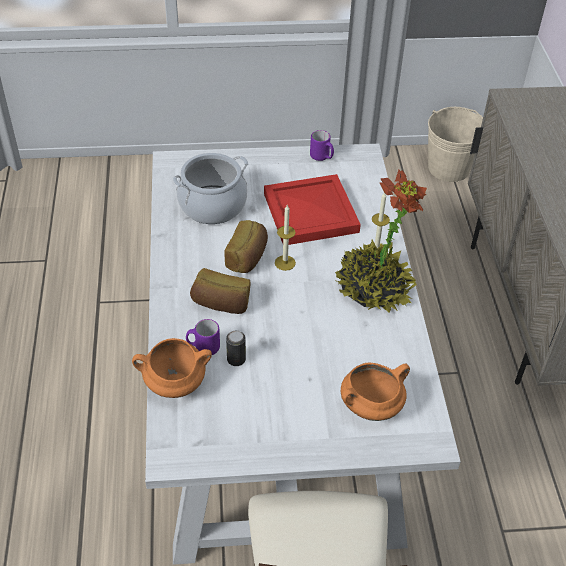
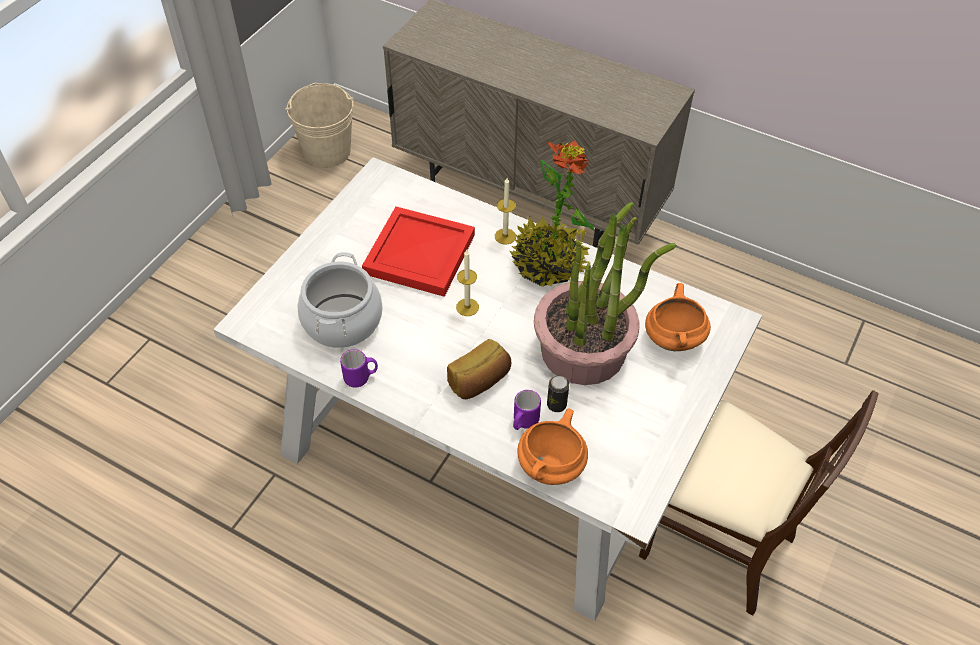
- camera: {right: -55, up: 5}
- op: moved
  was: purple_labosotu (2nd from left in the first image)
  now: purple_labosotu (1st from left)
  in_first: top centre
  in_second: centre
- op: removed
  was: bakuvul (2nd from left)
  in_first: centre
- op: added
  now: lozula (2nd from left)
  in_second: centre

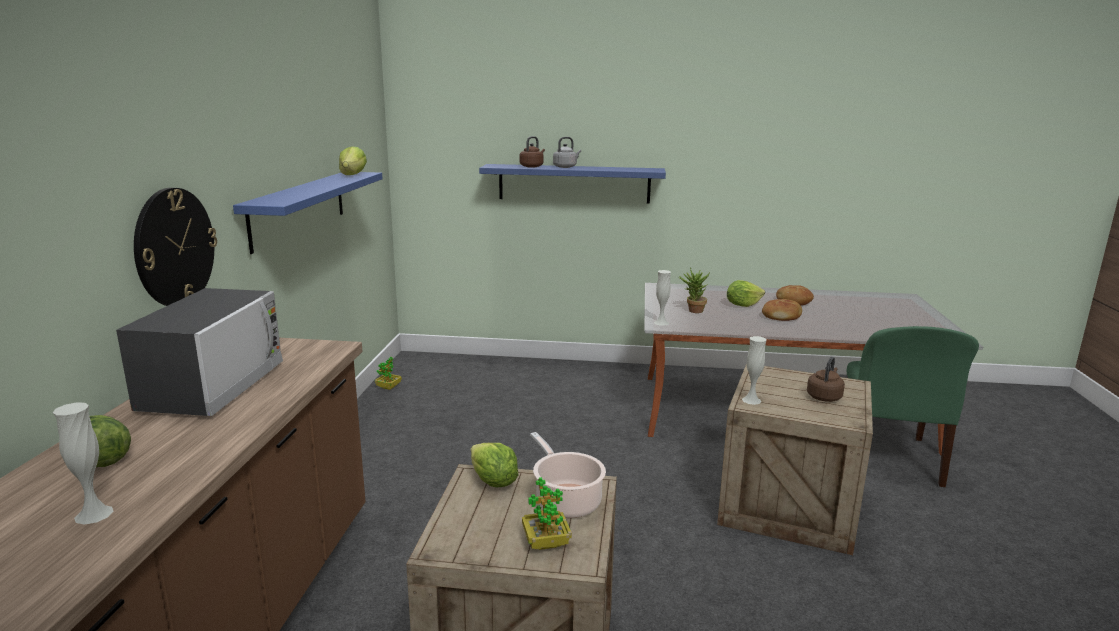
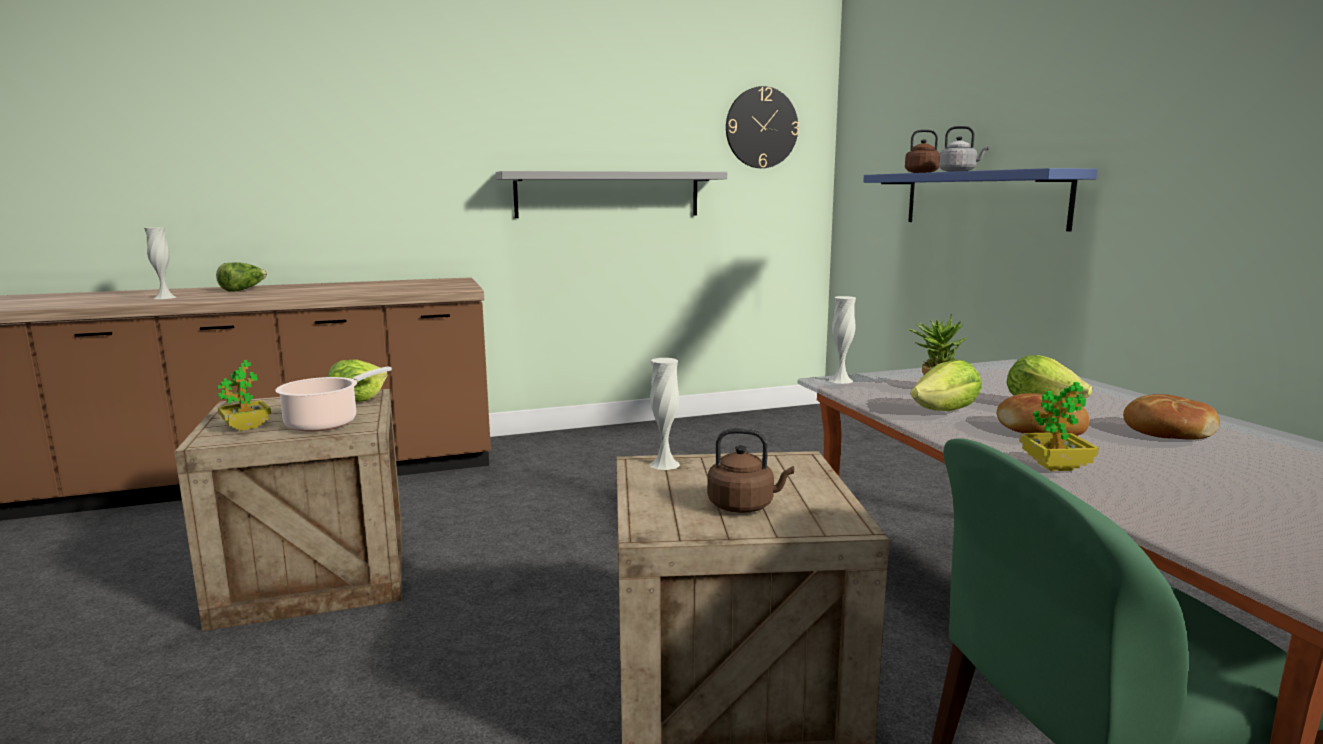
- camera: {right: 65, up: -5}
- op: moved
  was: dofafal (2nd from left in the first image)
  now: dofafal (3rd from left)
  in_first: top left
  in_second: middle right
- op: recoloured
  was: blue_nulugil (1st from left)
  now: grey_nulugil
  in_first: middle left
  in_second: top centre
- op: moved
  was: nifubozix
  in_first: middle left
  in_second: top centre
- op: removed
  was: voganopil
  in_first: middle left
- op: moved
  was: lozula (1st from left in the first image)
  now: lozula (3rd from left)
  in_first: centre
  in_second: middle right

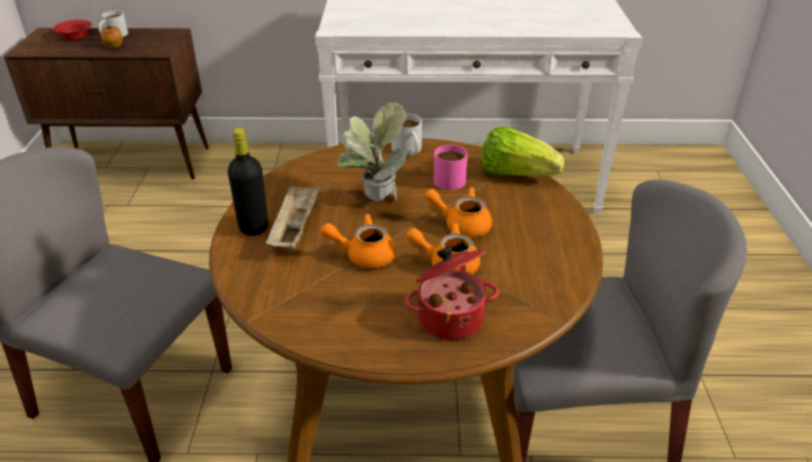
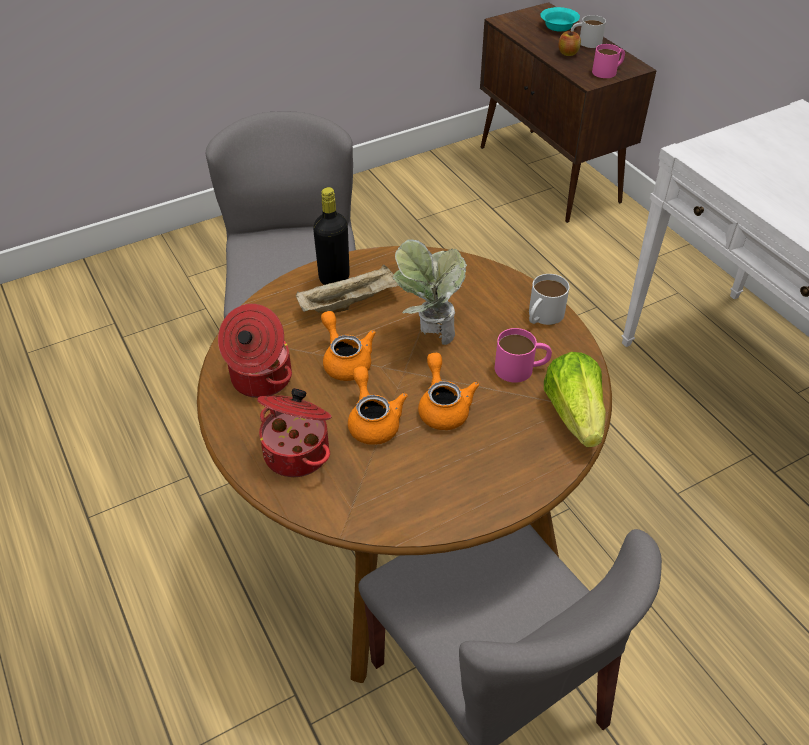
- camera: {right: 60, up: 10}
- op: recoloured
  was: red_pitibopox
  now: turquoise_pitibopox
  in_first: top left
  in_second: top right
- op: added
  now: pink_labosotu (2nd from left)
  in_second: top right
- op: added
  now: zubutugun (1st from left)
  in_second: middle left

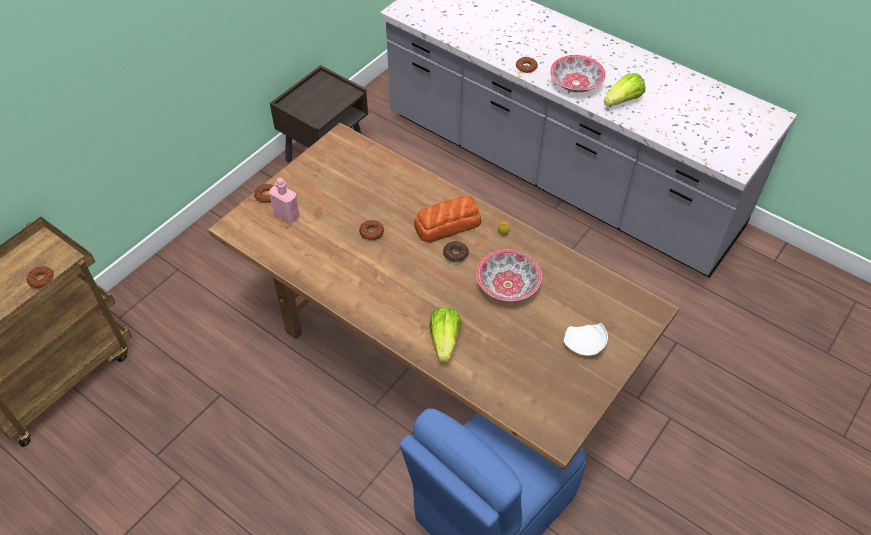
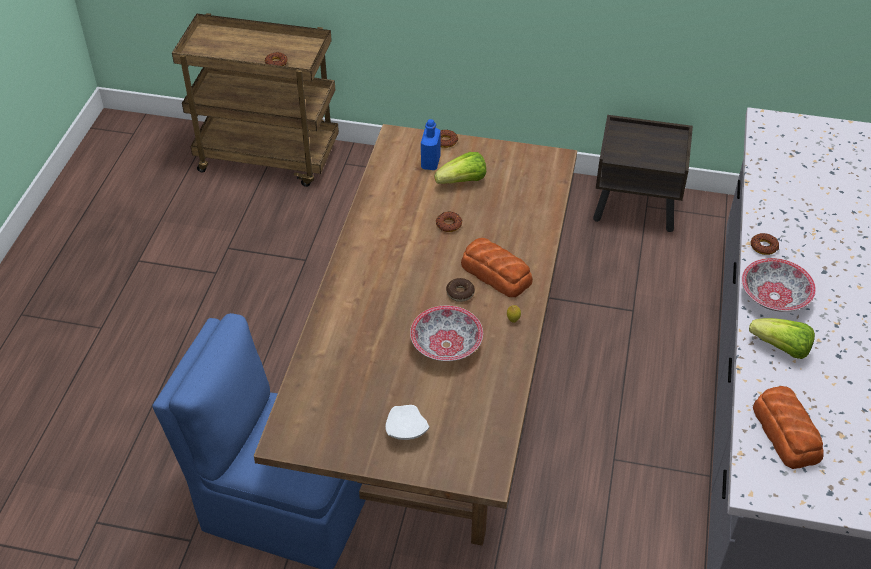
- camera: {right: 65, up: -5}
- op: recoloured
  was: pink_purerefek
  now: blue_purerefek
  in_first: middle left
  in_second: top centre
- op: moved
  was: dofafal (1st from left)
  in_first: centre
  in_second: top centre
- op: added
  now: bakuvul (2nd from left)
  in_second: bottom right

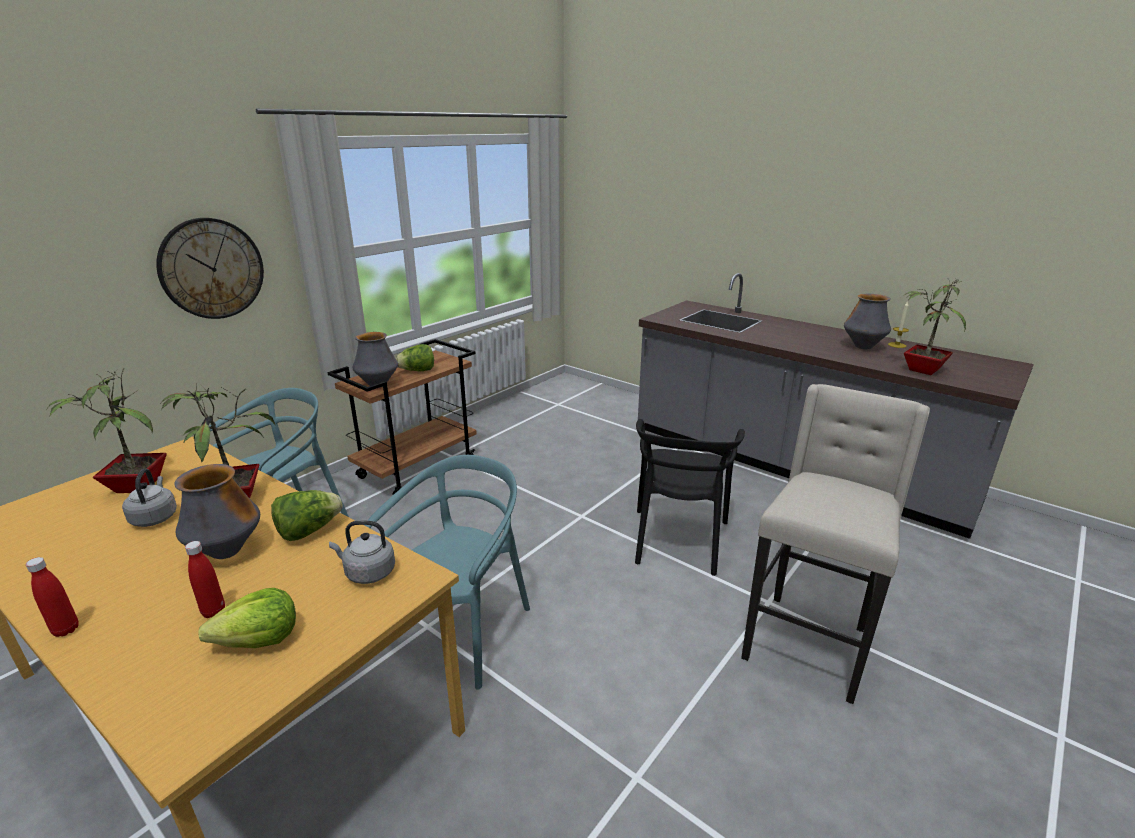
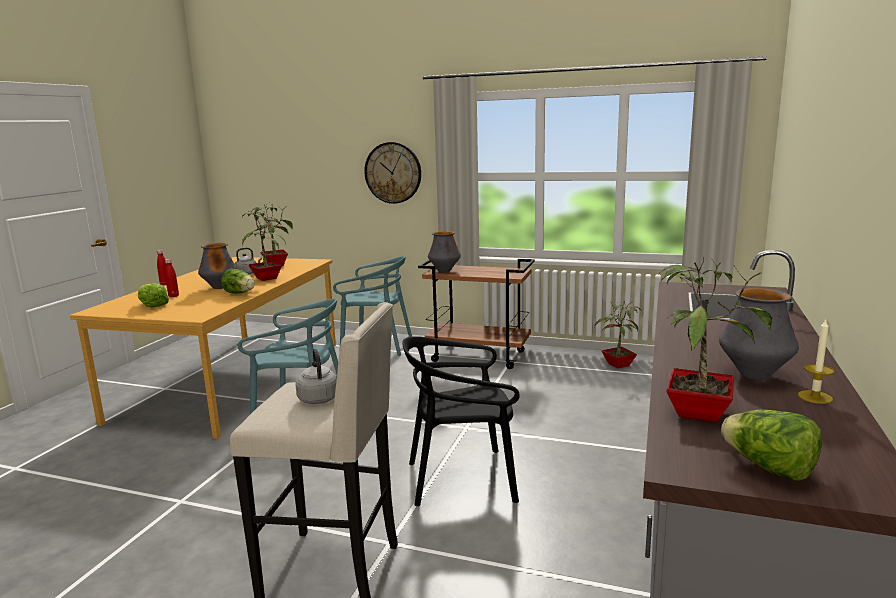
- camera: {right: 70, up: -10}
- op: moved
  was: dofafal (3rd from left)
  in_first: centre
  in_second: bottom right
- op: moved
  was: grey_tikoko (2nd from left)
  in_first: middle left
  in_second: centre
- op: added
  now: lozula (3rd from left)
  in_second: middle right

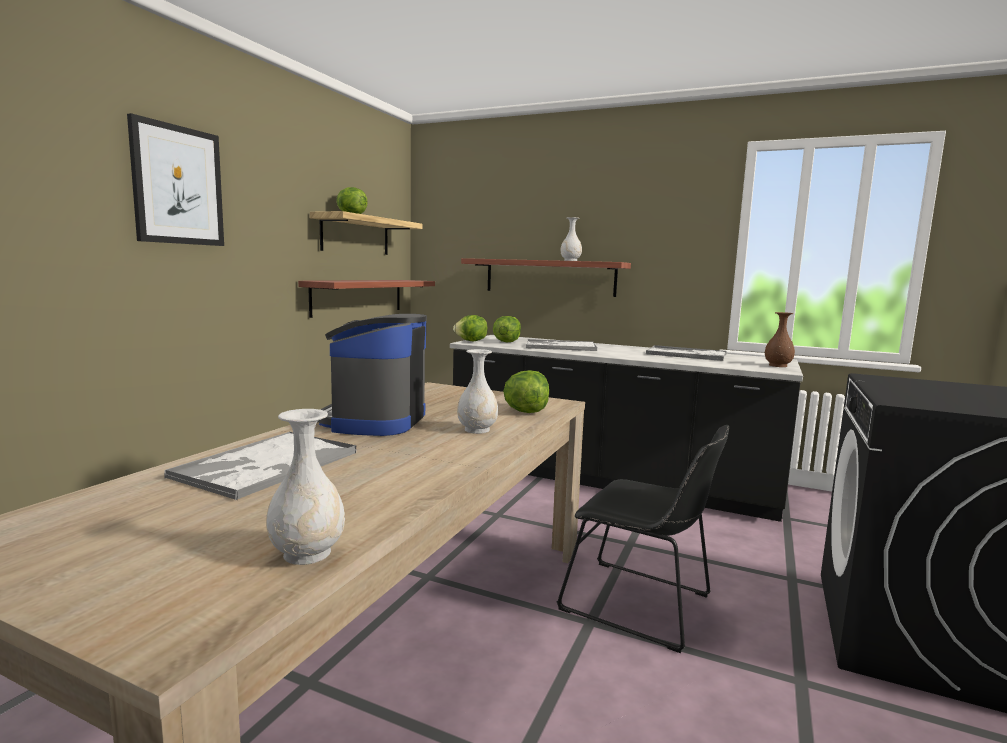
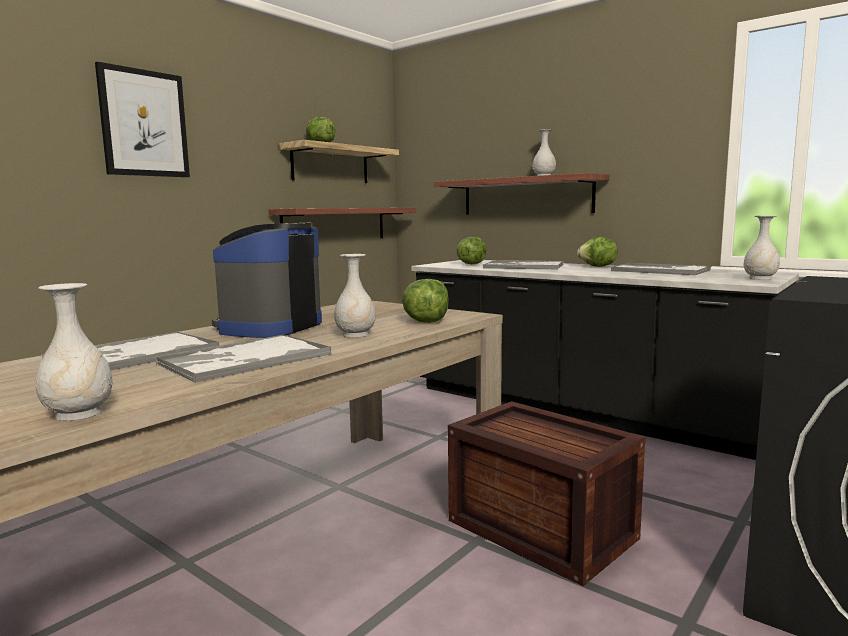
- camera: {right: 15, up: 0}
- op: recoloured
  was: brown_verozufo
  now: white_verozufo (4th from left)
  in_first: middle right
  in_second: middle right
- op: moved
  was: dofafal (2nd from left in the first image)
  now: dofafal (4th from left)
  in_first: centre
  in_second: middle right
- op: replaced
  was: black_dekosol
  now: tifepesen
  in_first: bottom centre
  in_second: bottom centre
- op: added
  now: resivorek (2nd from left)
  in_second: middle left

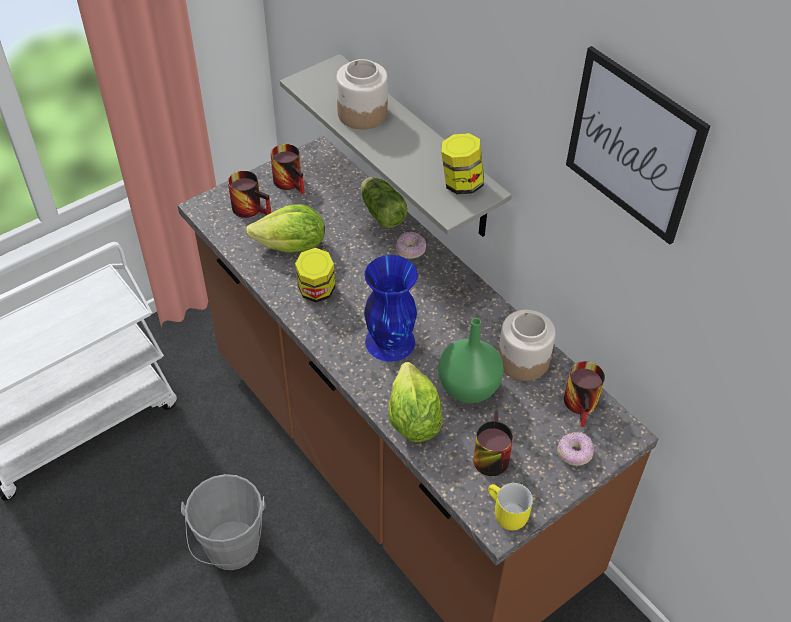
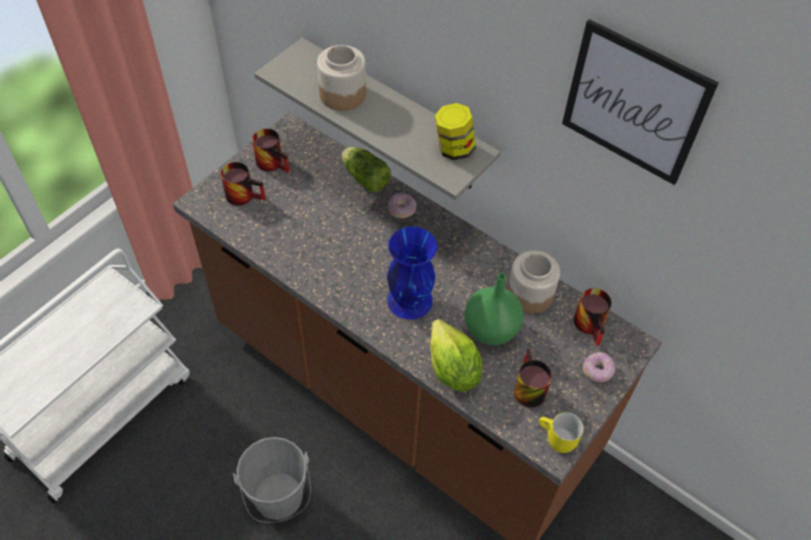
- camera: {right: -15, up: 5}
- op: removed
  was: dofafal (1st from left)
  in_first: centre
- op: removed
  was: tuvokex (1st from left)
  in_first: centre

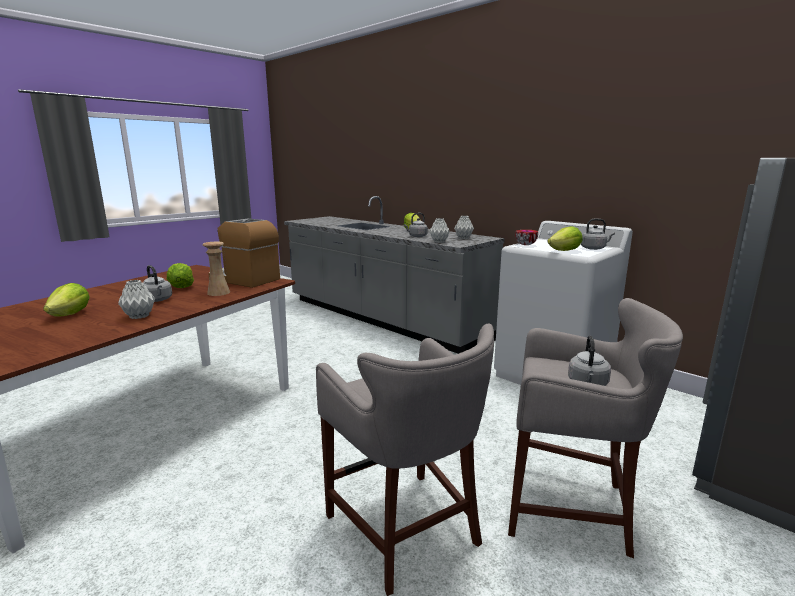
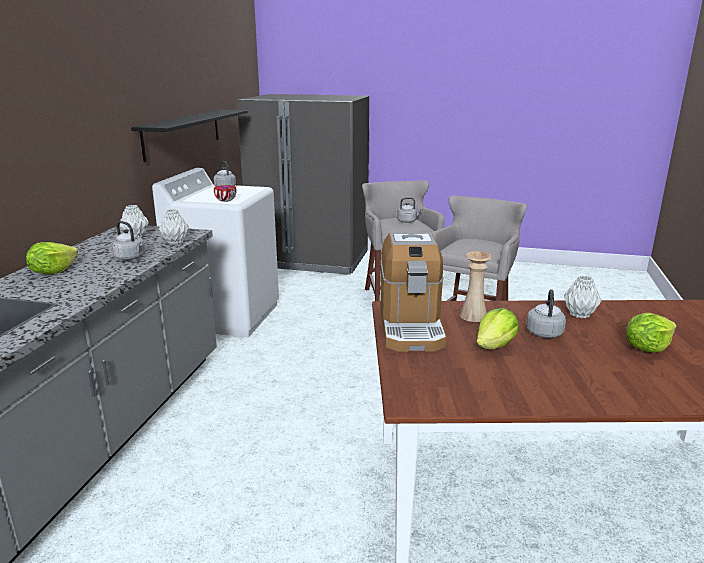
- camera: {right: -120, up: 5}
- op: removed
  was: dofafal (4th from left)
  in_first: middle right
- op: added
  now: black_nulugil
  in_second: top left

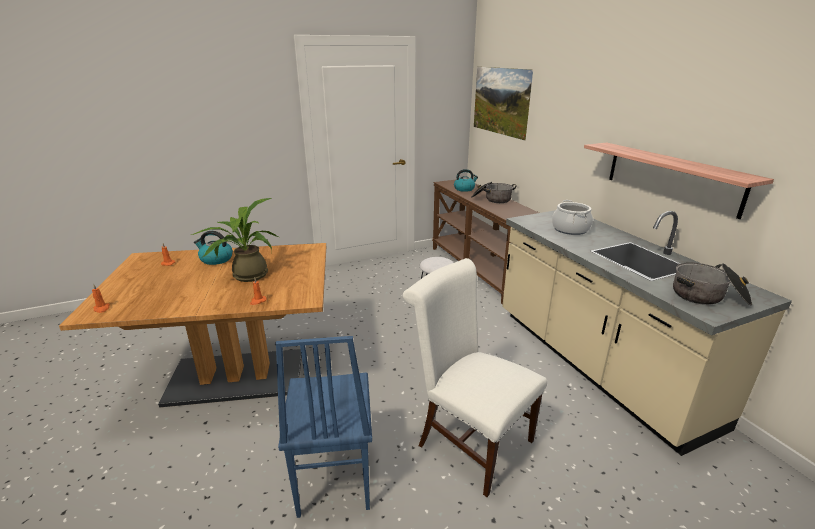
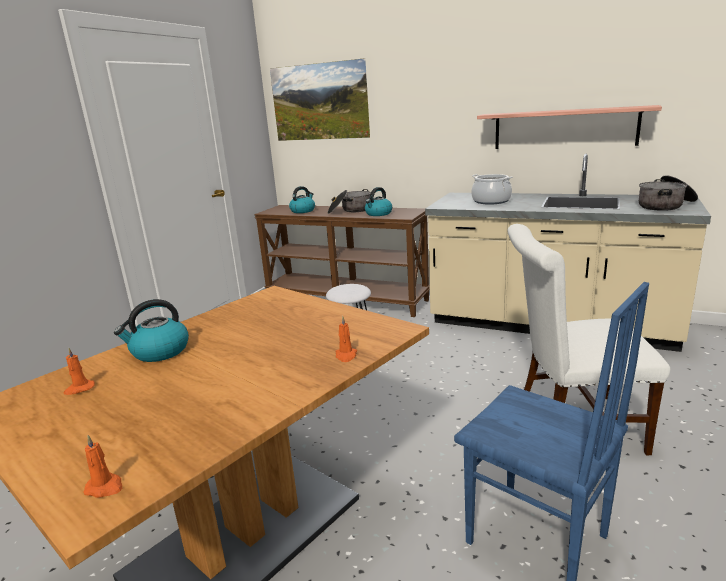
- camera: {right: -40, up: -5}
- op: removed
  was: lozula
  in_first: middle left
- op: added
  now: tikoko (3rd from left)
  in_second: centre

